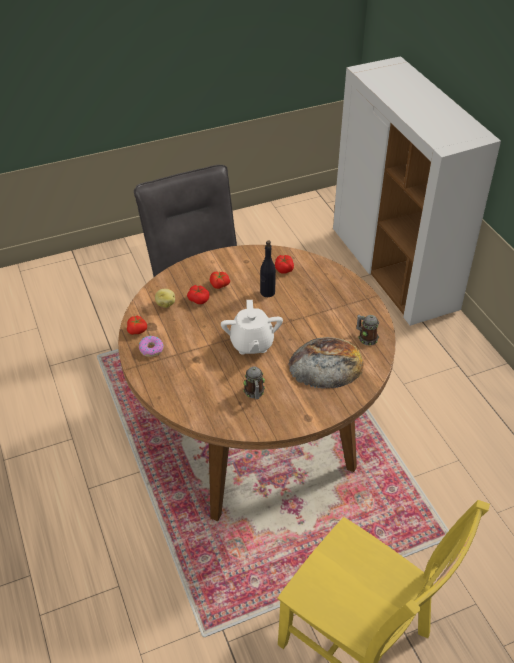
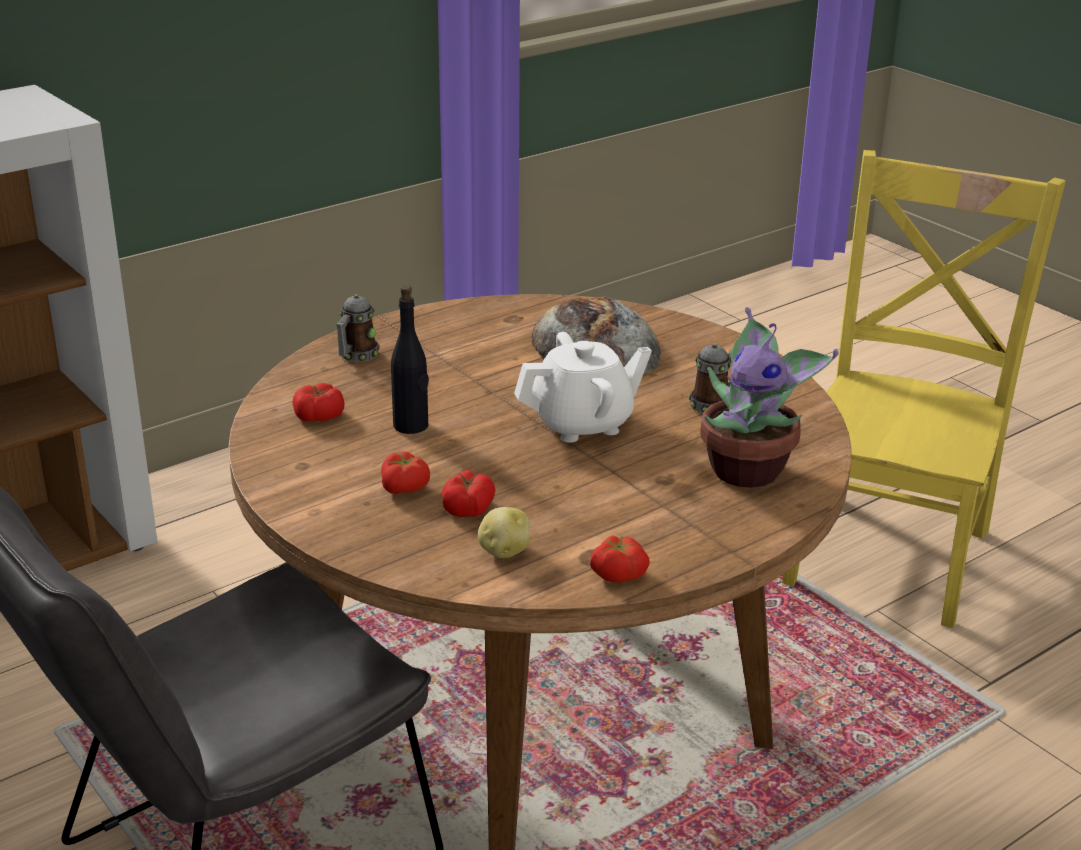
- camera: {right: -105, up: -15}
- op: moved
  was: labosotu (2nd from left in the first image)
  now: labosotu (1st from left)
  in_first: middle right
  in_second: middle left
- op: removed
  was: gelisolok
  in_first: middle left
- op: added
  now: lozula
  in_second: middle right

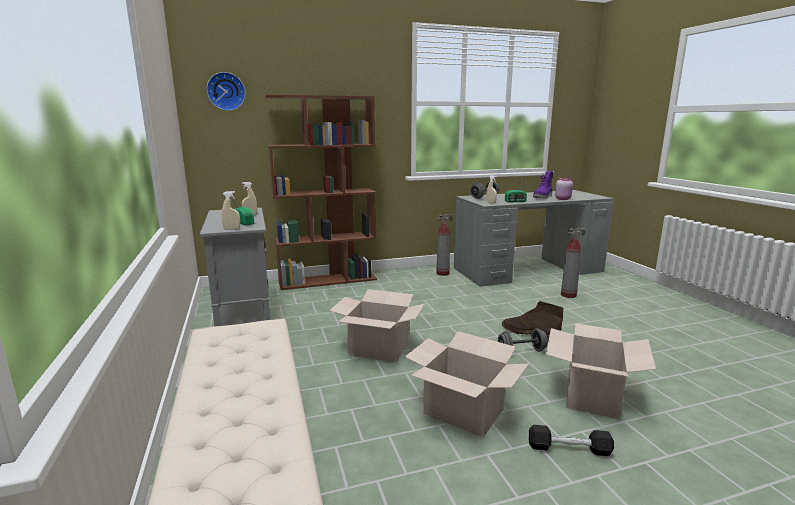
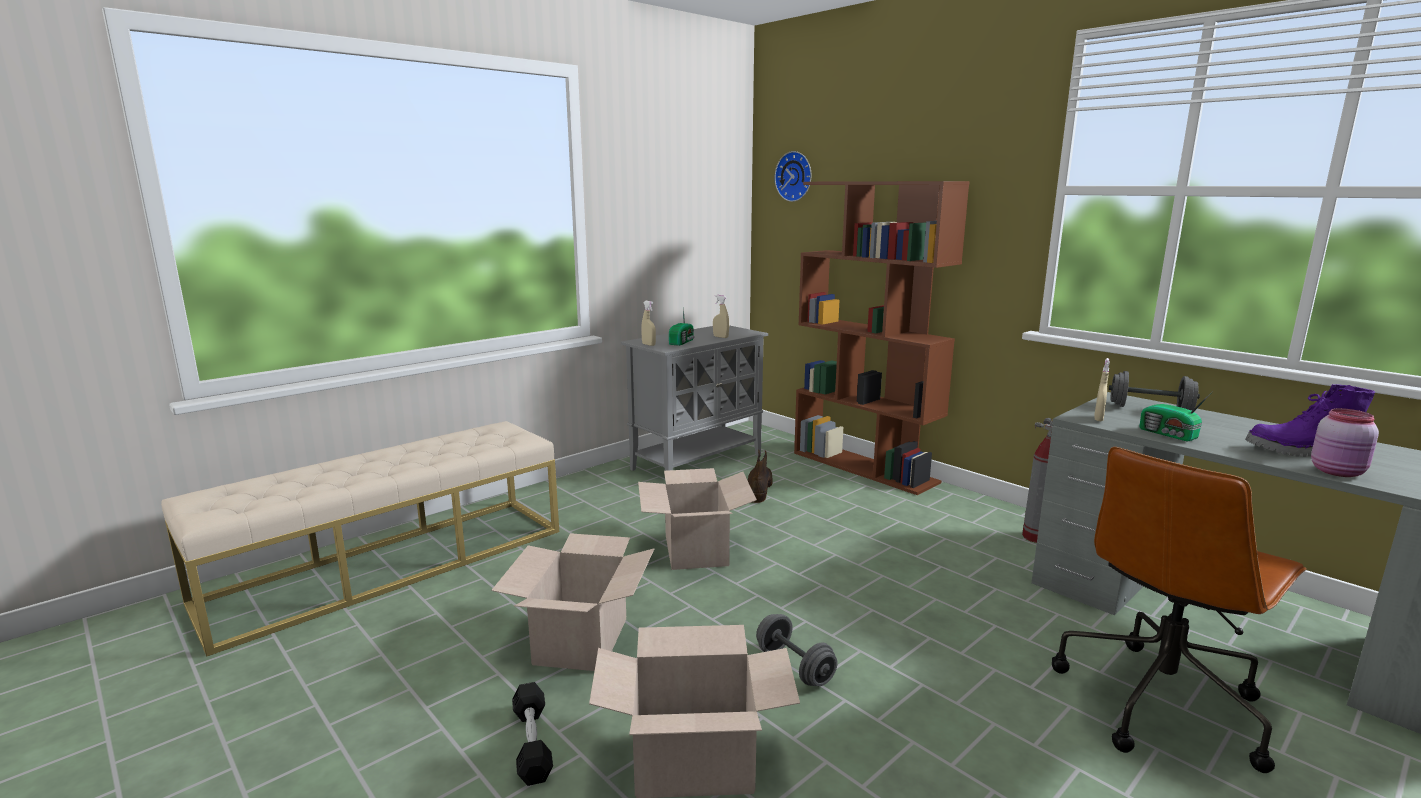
- camera: {right: 65, up: 0}
- op: replaced
  was: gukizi (2nd from left)
  now: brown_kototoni
  in_first: middle right
  in_second: bottom right
- op: moved
  was: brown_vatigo
  in_first: middle right
  in_second: centre

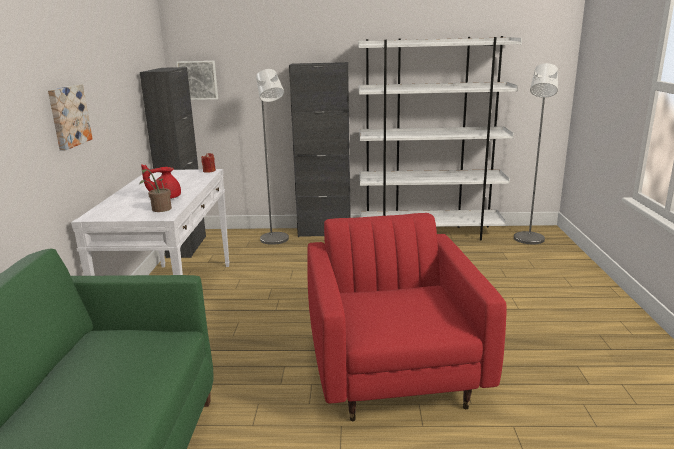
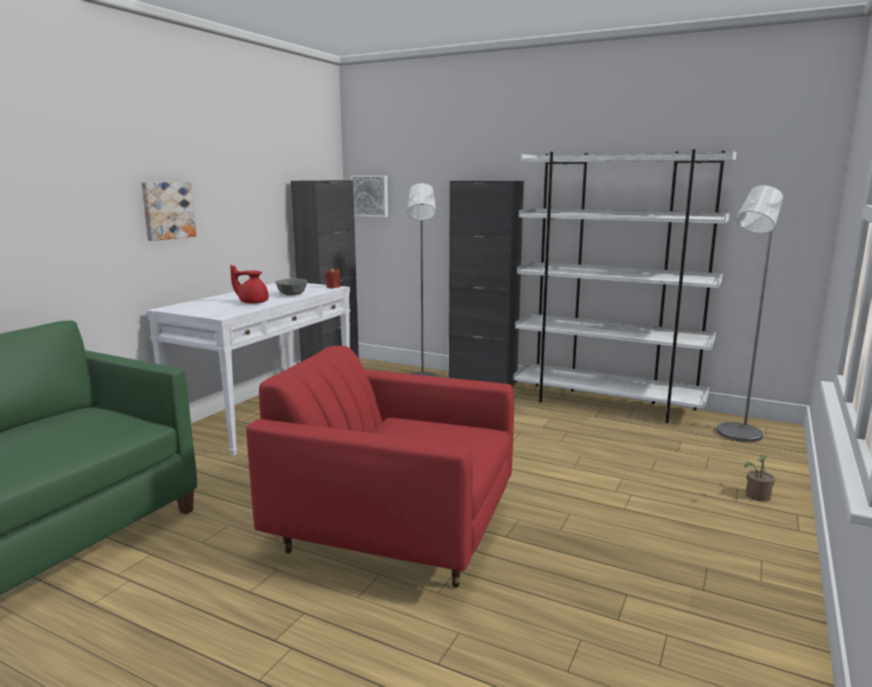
- camera: {right: 25, up: -5}
- op: moved
  was: lozula
  in_first: middle left
  in_second: bottom right
- op: turned
  was: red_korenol
  in_first: bottom centre
  in_second: bottom centre
  clockwise: -90
- op: added
  now: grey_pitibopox
  in_second: centre

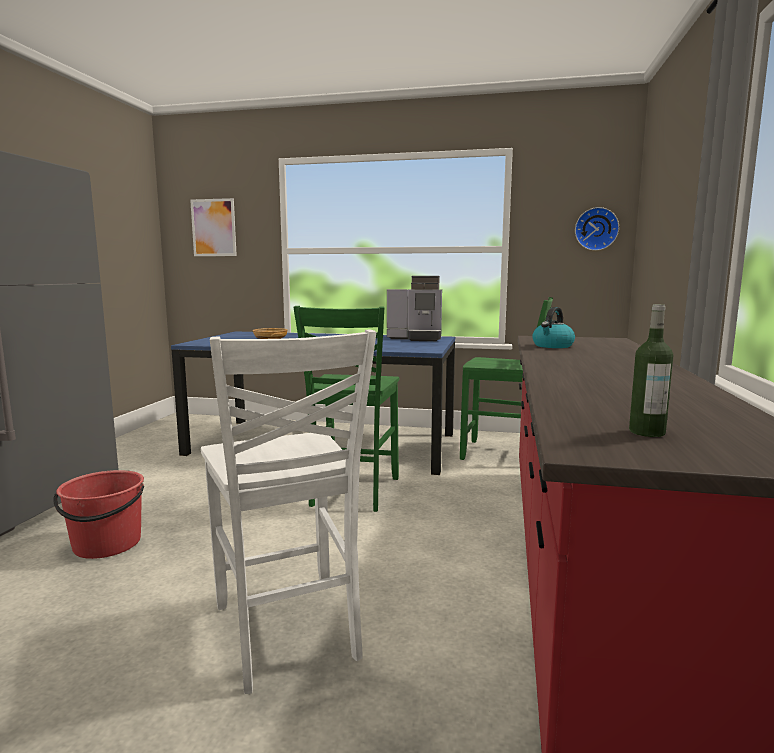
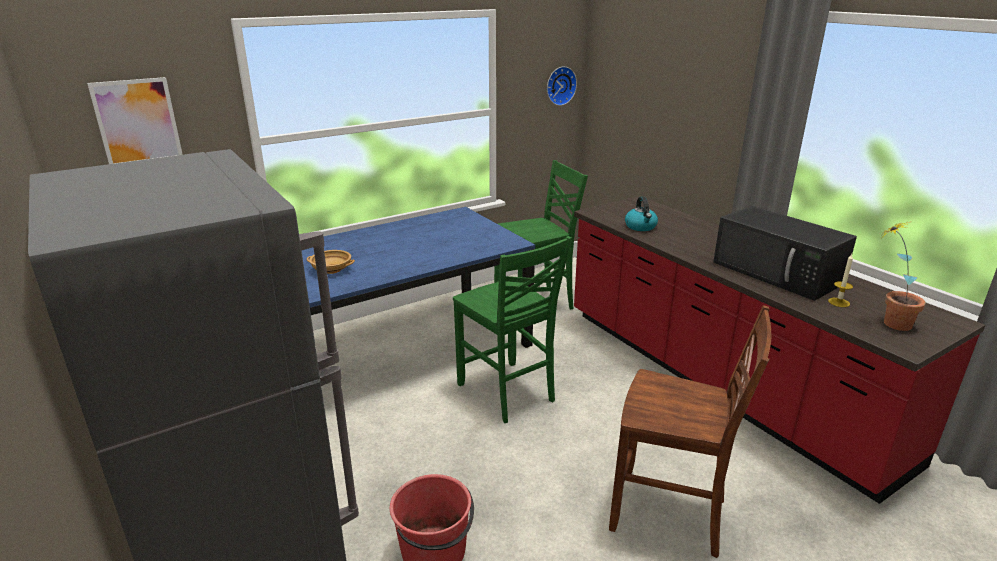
- camera: {right: -45, up: 15}
- op: removed
  was: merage
  in_first: centre
- op: replaced
  was: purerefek
  now: lozula
  in_first: middle right
  in_second: middle right
- op: recoloured
  was: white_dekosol
  now: brown_dekosol
  in_first: bottom centre
  in_second: bottom right
- op: added
  now: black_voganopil
  in_second: middle right
- op: added
  now: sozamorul
  in_second: middle right

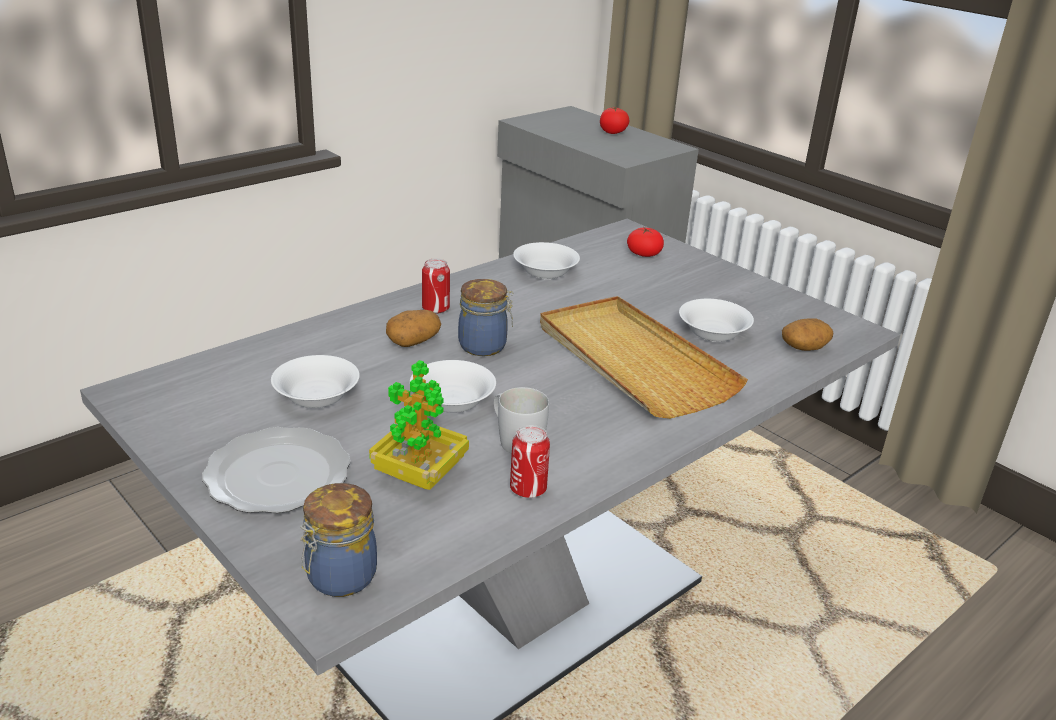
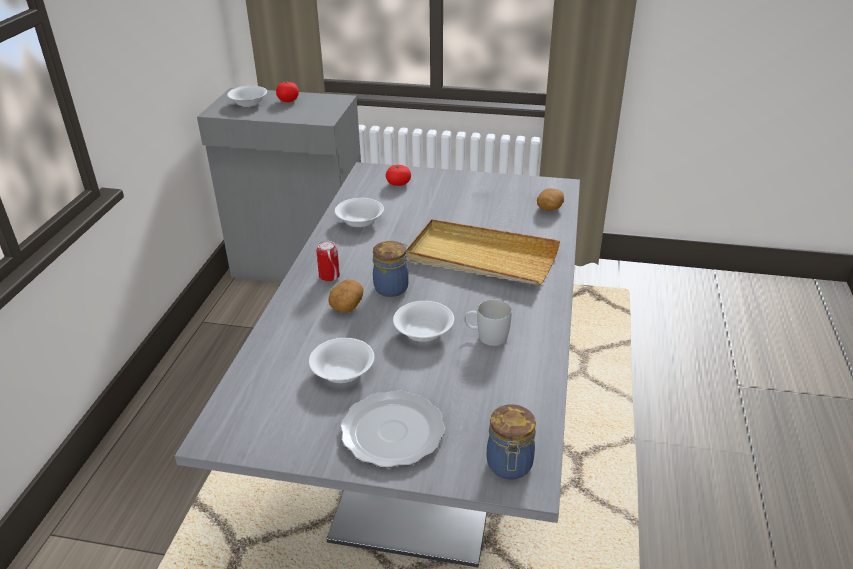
- camera: {right: -35, up: 5}
- op: moved
  was: white_pitibopox (4th from left in the first image)
  now: white_pitibopox (1st from left)
  in_first: middle right
  in_second: top left
- op: removed
  was: lozula
  in_first: centre
- op: removed
  was: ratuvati (2nd from left)
  in_first: centre

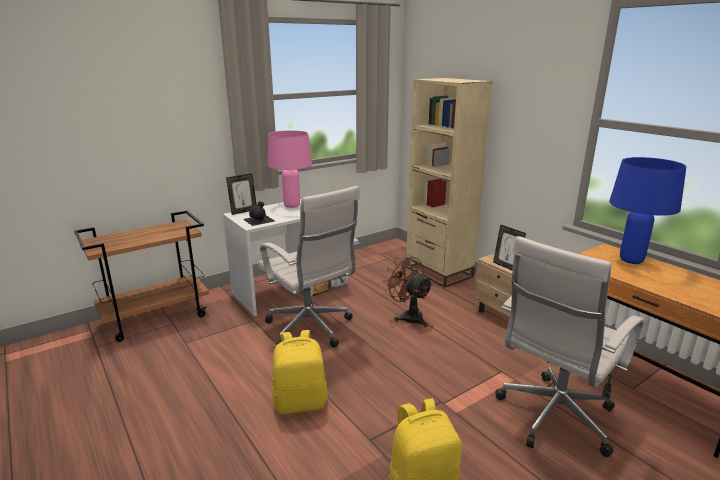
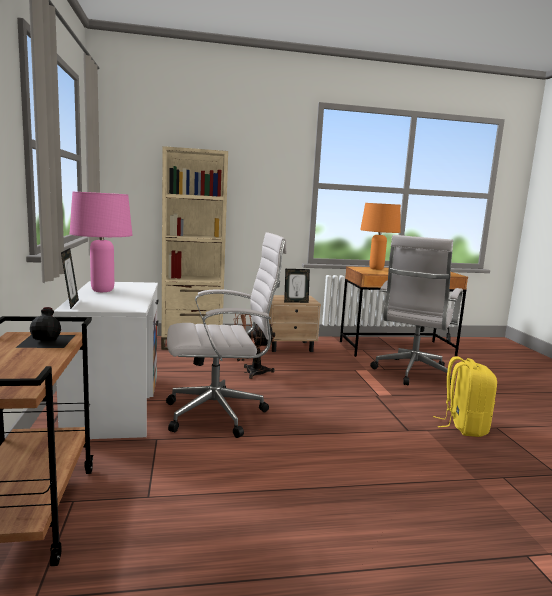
- camera: {right: -65, up: -10}
- op: recoloured
  was: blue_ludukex
  now: orange_ludukex
  in_first: middle right
  in_second: middle right
- op: moved
  was: black_purerefek
  in_first: centre
  in_second: middle left
- op: turned
  was: white_kototoni (2nd from left)
  in_first: bottom right
  in_second: middle right
  clockwise: 45
- op: removed
  was: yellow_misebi (1st from left)
  in_first: bottom centre

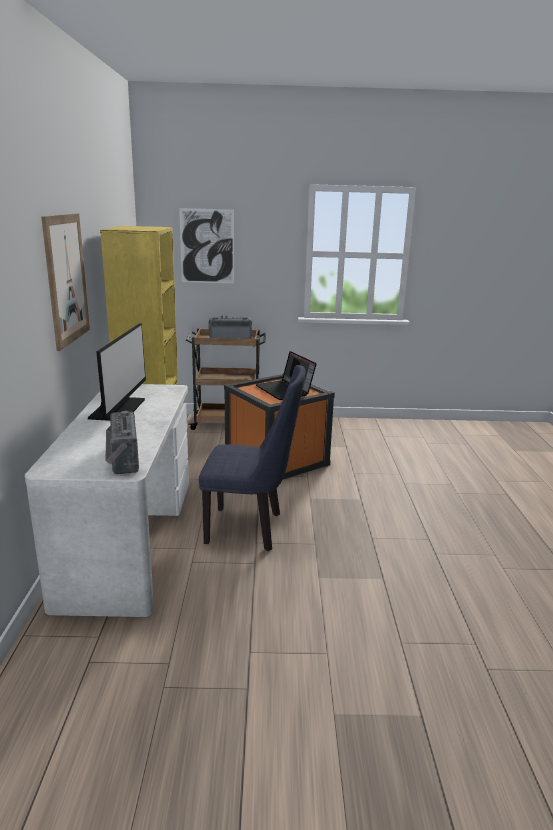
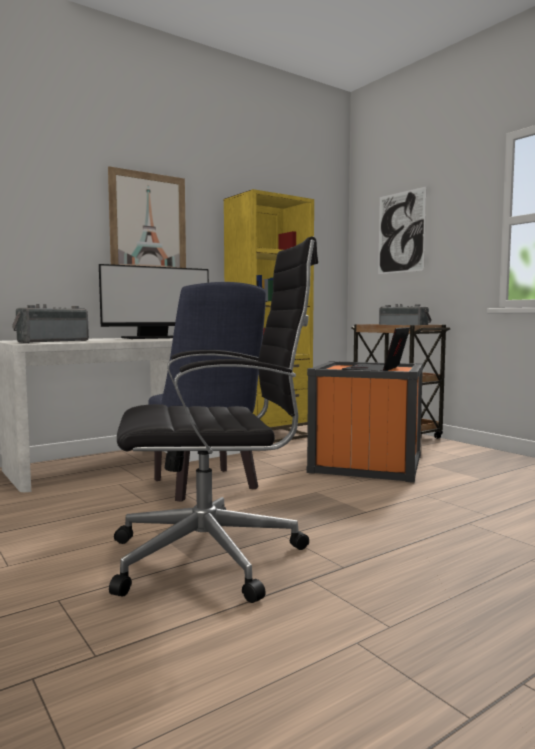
- camera: {right: 55, up: -15}
- op: added
  now: black_kototoni
  in_second: centre

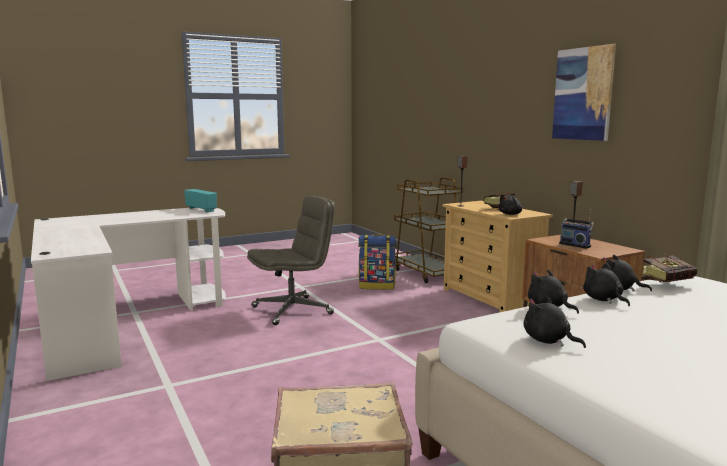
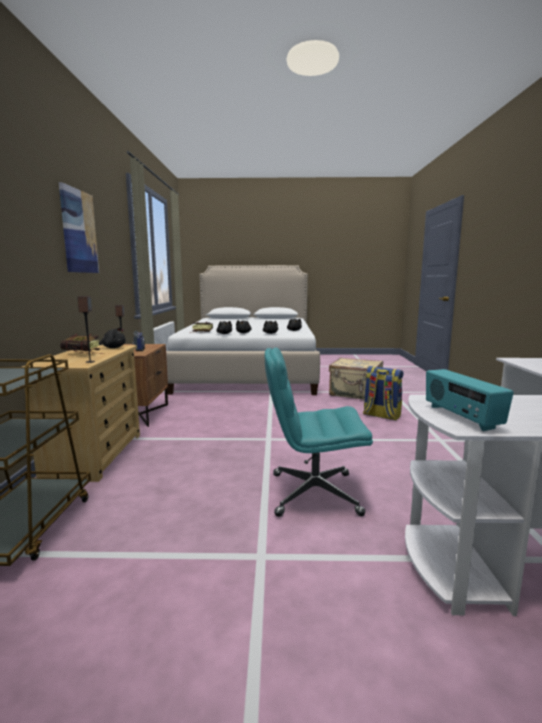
- camera: {right: -150, up: 0}
- op: recoloured
  was: grey_kototoni
  now: turquoise_kototoni
  in_first: centre
  in_second: centre
- op: moved
  was: misebi
  in_first: centre
  in_second: middle right

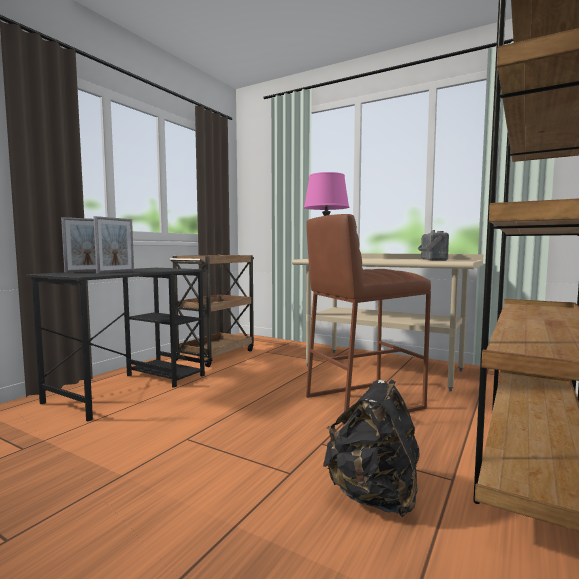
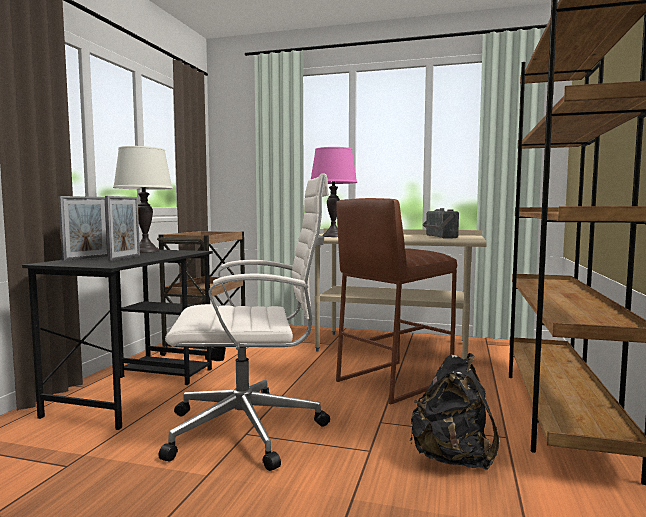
- camera: {right: -15, up: 0}
- op: added
  now: white_ludukex
  in_second: middle left
- op: added
  now: white_kototoni
  in_second: centre

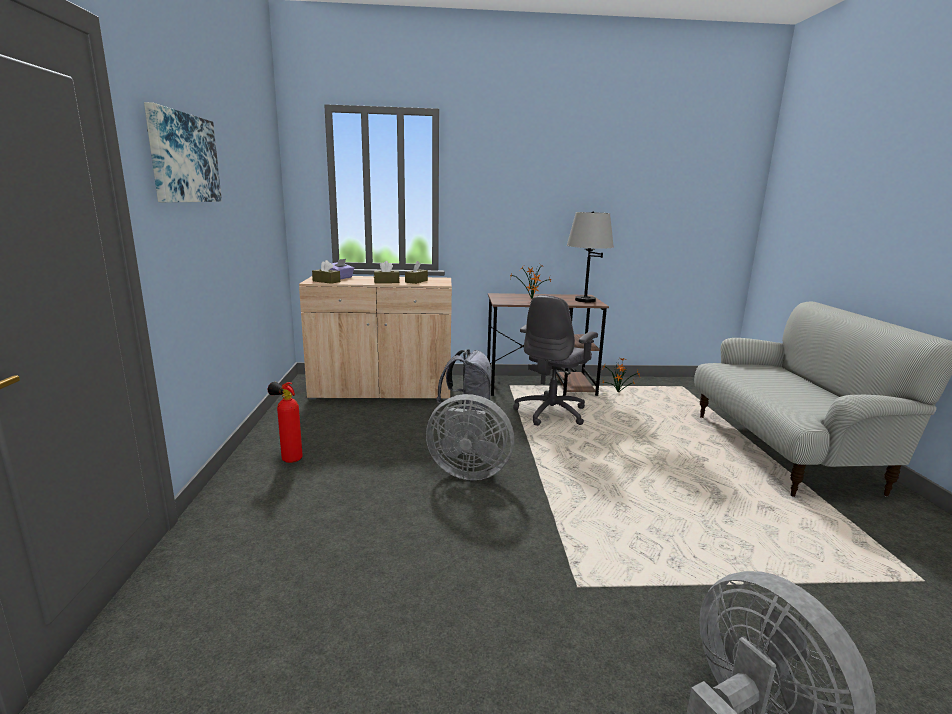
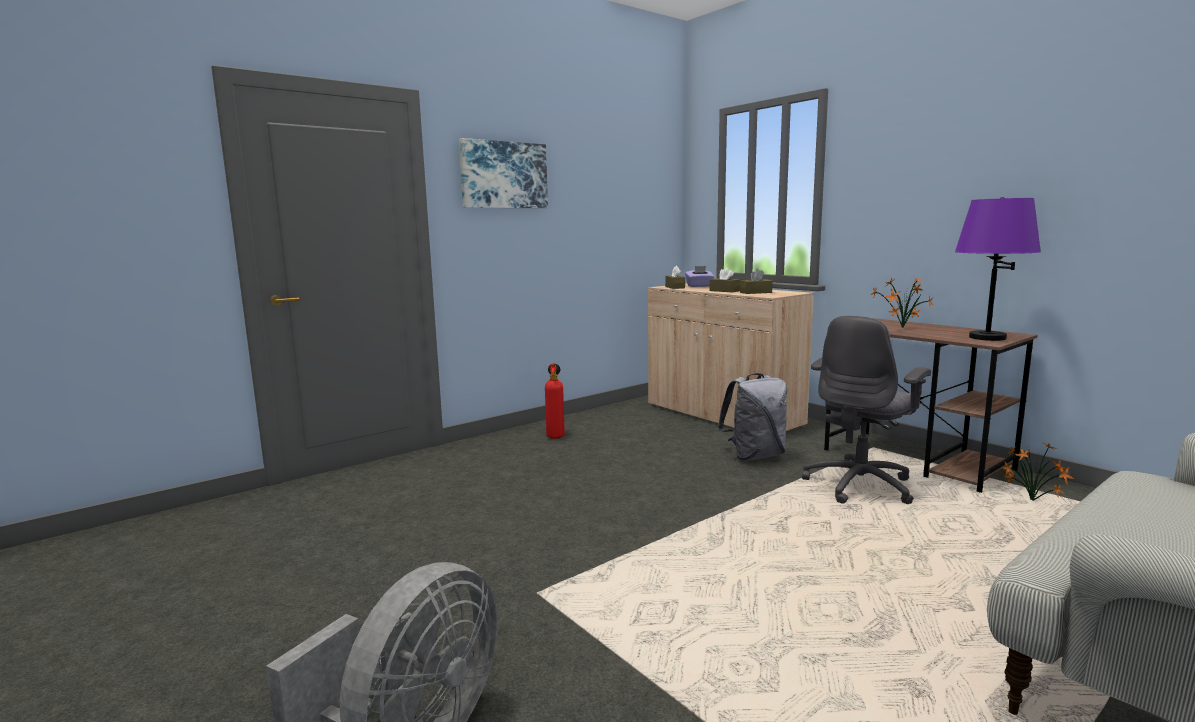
- camera: {right: 55, up: -5}
- op: recoloured
  was: grey_ludukex
  now: purple_ludukex
  in_first: centre
  in_second: middle right
- op: turned
  was: grey_kototoni
  in_first: centre
  in_second: middle right
  clockwise: -45
- op: removed
  was: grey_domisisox (1st from left)
  in_first: centre

